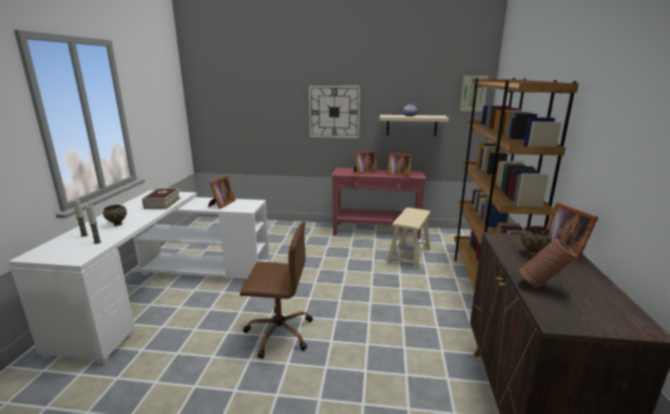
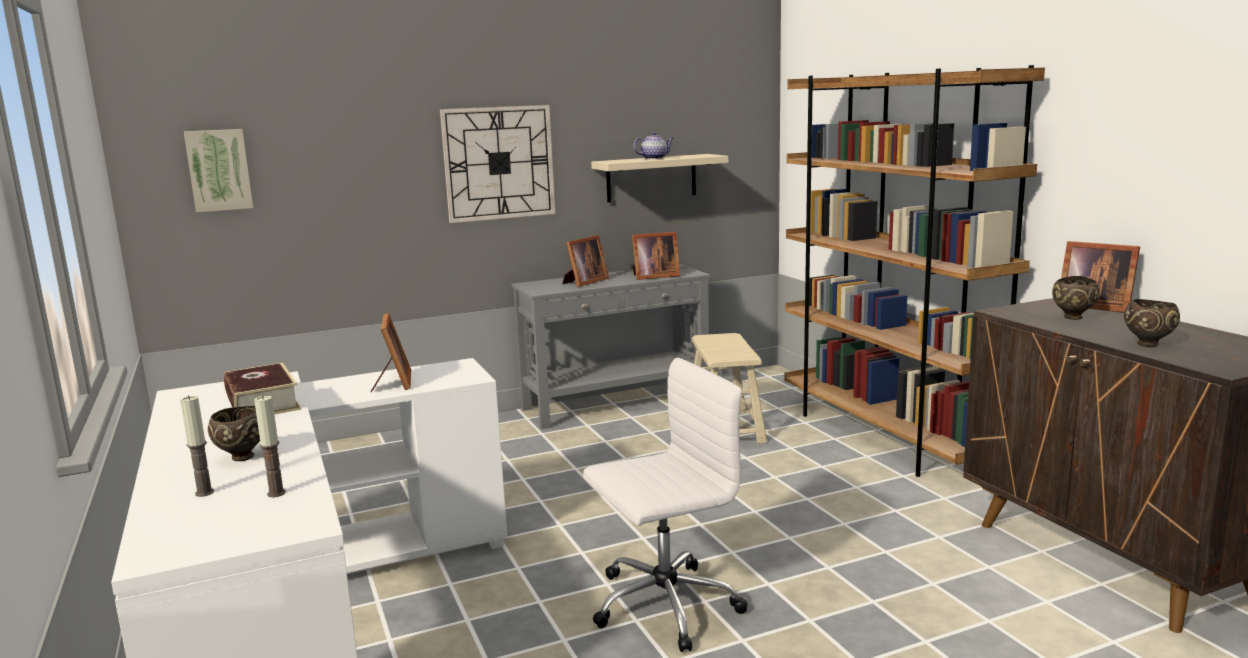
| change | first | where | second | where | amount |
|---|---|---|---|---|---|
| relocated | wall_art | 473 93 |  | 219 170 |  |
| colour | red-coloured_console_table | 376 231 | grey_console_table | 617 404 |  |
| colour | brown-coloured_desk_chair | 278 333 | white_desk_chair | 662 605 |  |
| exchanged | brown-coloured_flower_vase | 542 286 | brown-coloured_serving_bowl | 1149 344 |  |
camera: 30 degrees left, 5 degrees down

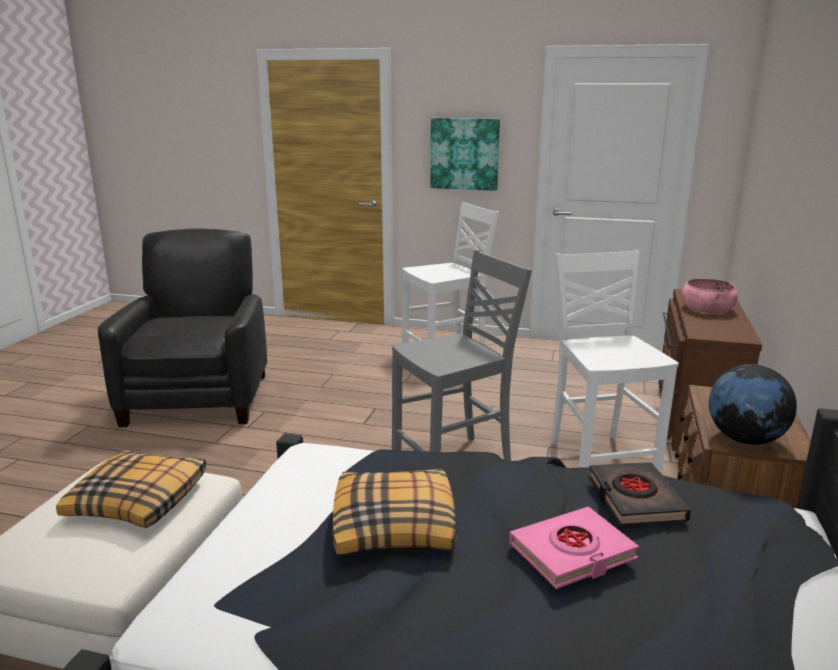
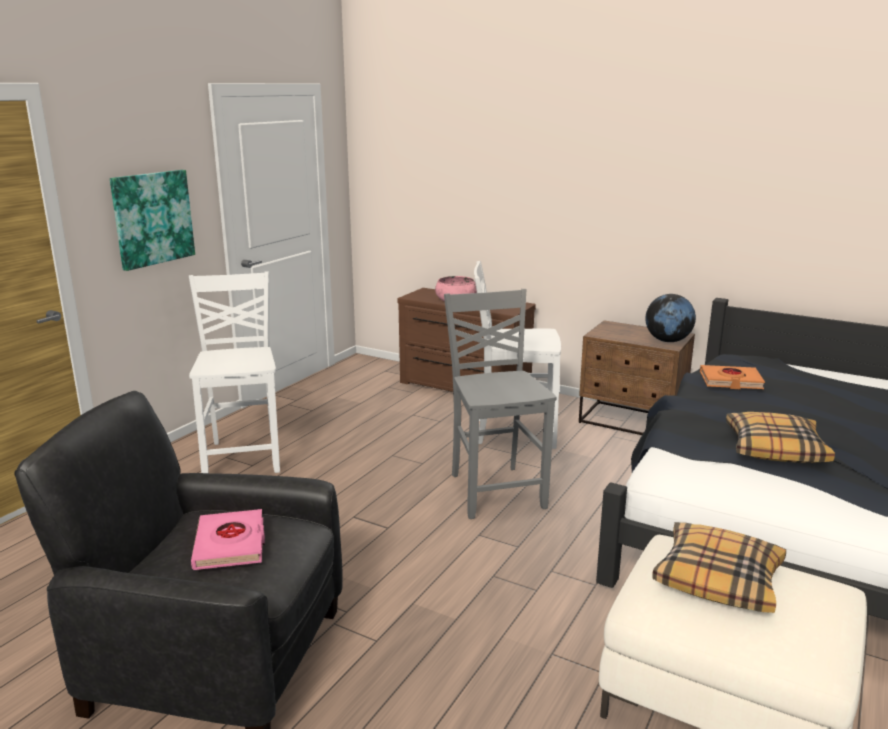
| change | first | where | second | where | amount |
|---|---|---|---|---|---|
| colour | black-coloured_book | 635 499 | orange-coloured_book | 730 381 |  |
| relocated | pink-coloured_book | 572 553 |  | 230 545 |  |
camera: 75 degrees left, 0 degrees up

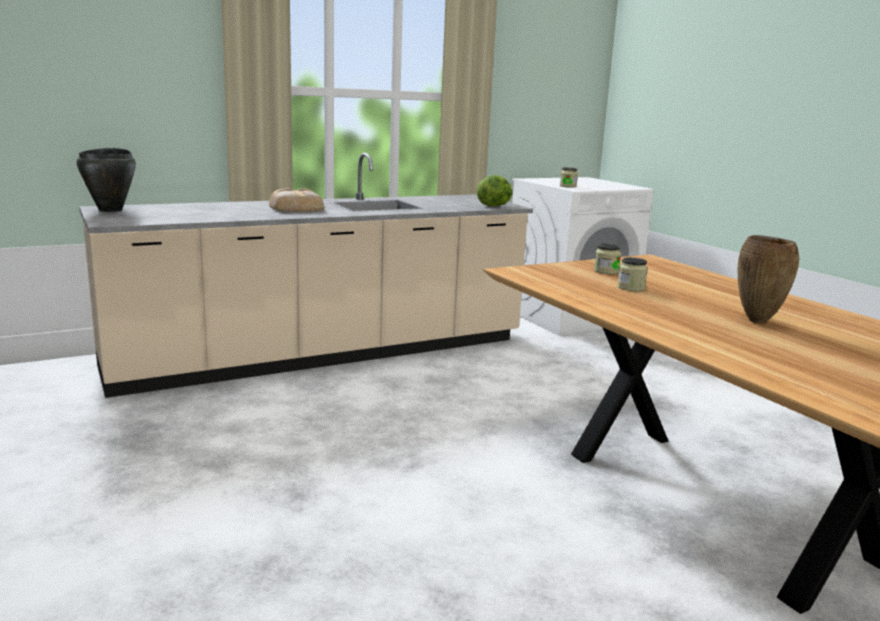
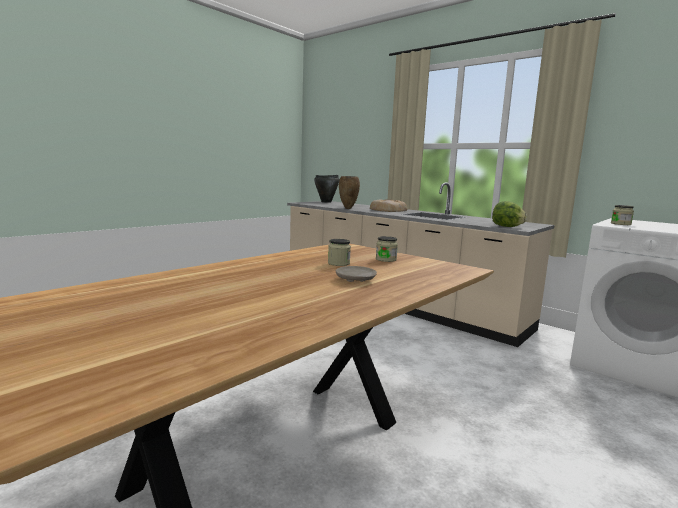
| change | first | where | second | where | amount |
|---|---|---|---|---|---|
| relocated | brown-coloured_flower_vase | 758 321 |  | 348 208 |  |
| appeared |  |  | sand-coloured_flat_dish | 355 280 |  |
camera: 70 degrees right, 5 degrees down

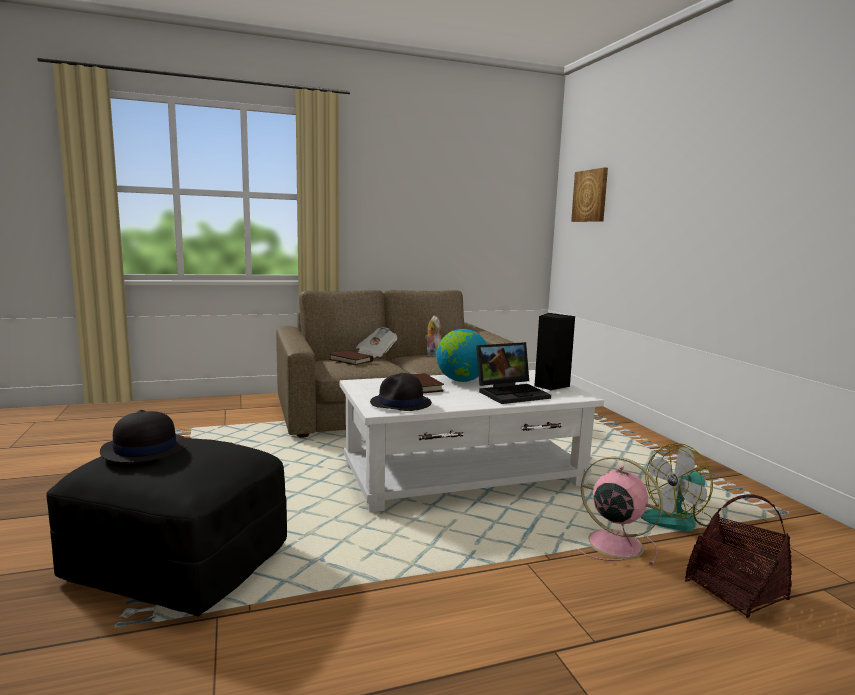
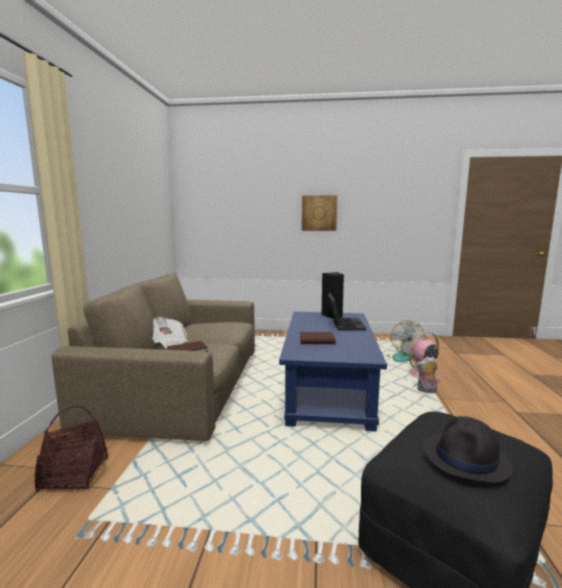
| change | first | where | second | where | amount |
|---|---|---|---|---|---|
| relocated | wall_art | 590 196 |  | 319 213 |  |
| relocated | plush_toy | 432 355 |  | 426 391 |  |
| missing | desk_globe | 461 380 |  |  |  |
| colour | white_low_table | 464 475 | blue-coloured_low_table | 328 388 |  |
| missing | black-coloured_hat | 401 403 |  |  |  |
| relocated | storage_basket | 736 591 |  | 74 474 |  |
camera: 65 degrees left, 0 degrees up

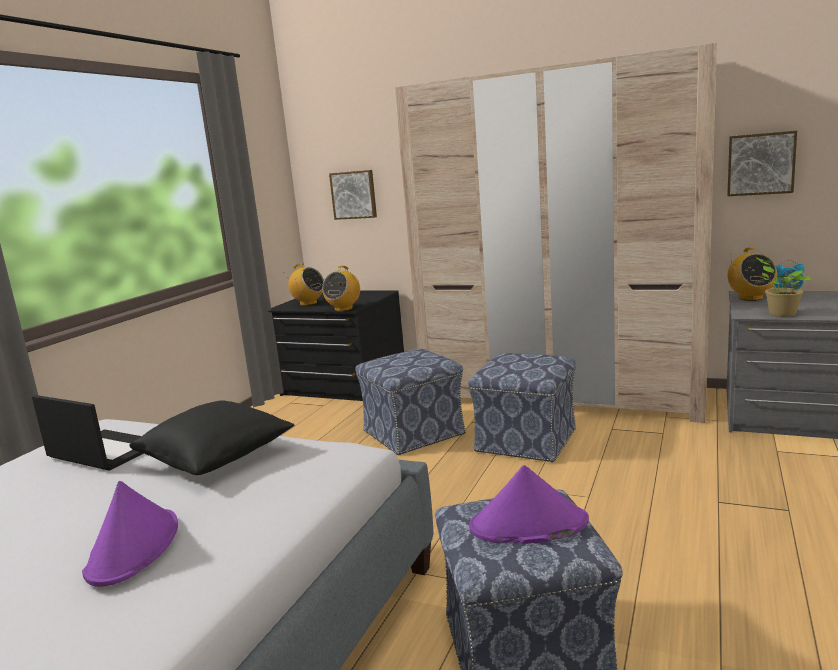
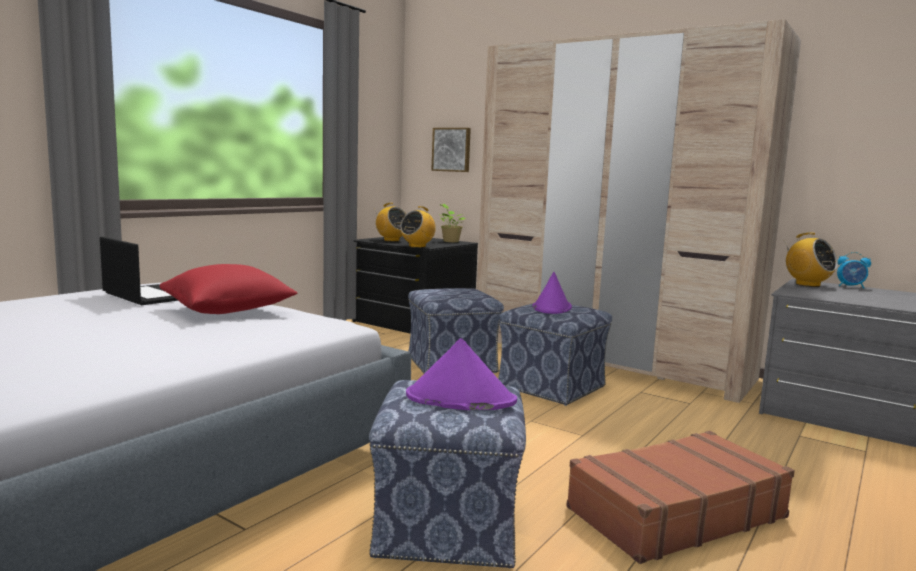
| change | first | where | second | where | amount |
|---|---|---|---|---|---|
| missing | wall_art | 760 164 |  |  |  |
| spun | radio | 750 298 |  | 807 285 | 45 degrees counterclockwise |
| relocated | plant_in_a_pot | 780 314 |  | 450 241 |  |
| colour | black-coloured_throw_pillow | 217 458 | red-coloured_throw_pillow | 228 311 |  |
| relocated | purple-coloured_hat | 134 547 |  | 551 308 |  |
| appeared |  |  | brown-coloured_travel_case | 674 512 |  |
camera: 10 degrees right, 5 degrees down

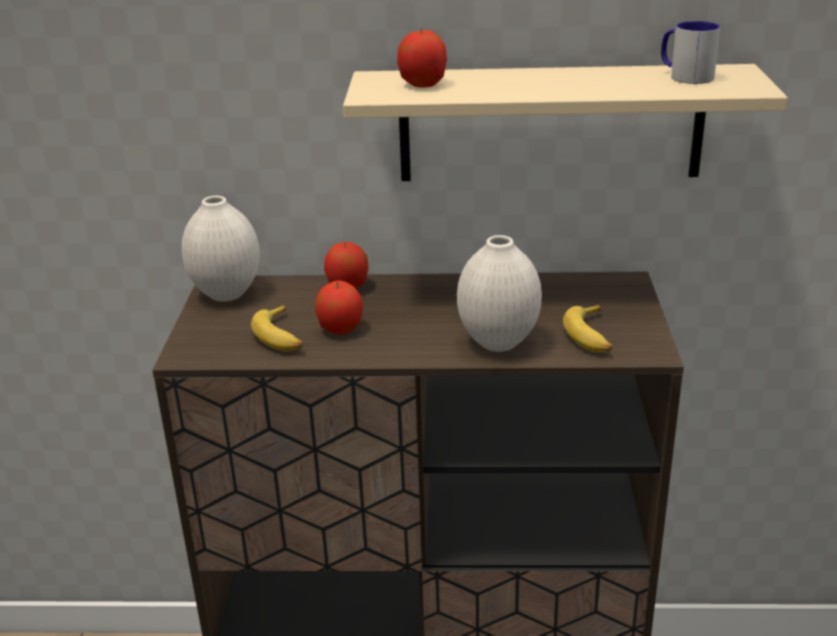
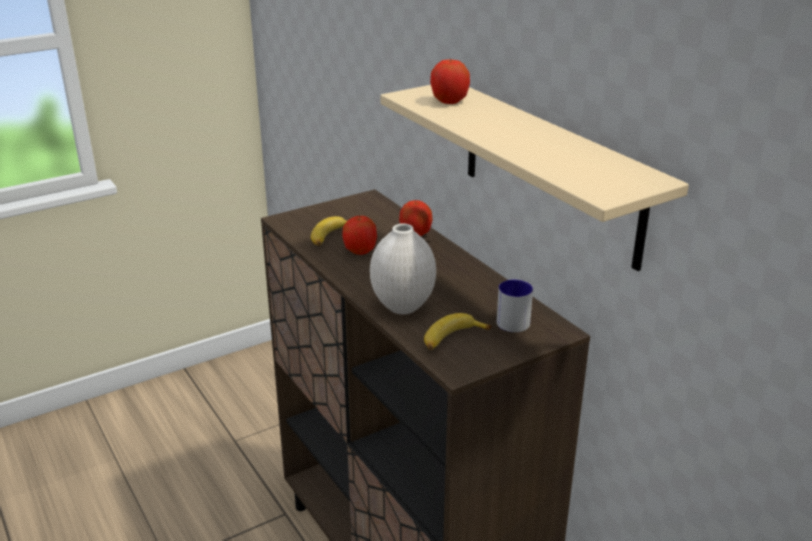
| change | first | where | second | where | amount |
|---|---|---|---|---|---|
| relocated | coffee_mug | 685 76 |  | 514 319 |  |
| missing | white_flower_vase | 227 294 |  |  |  |
camera: 55 degrees right, 0 degrees up

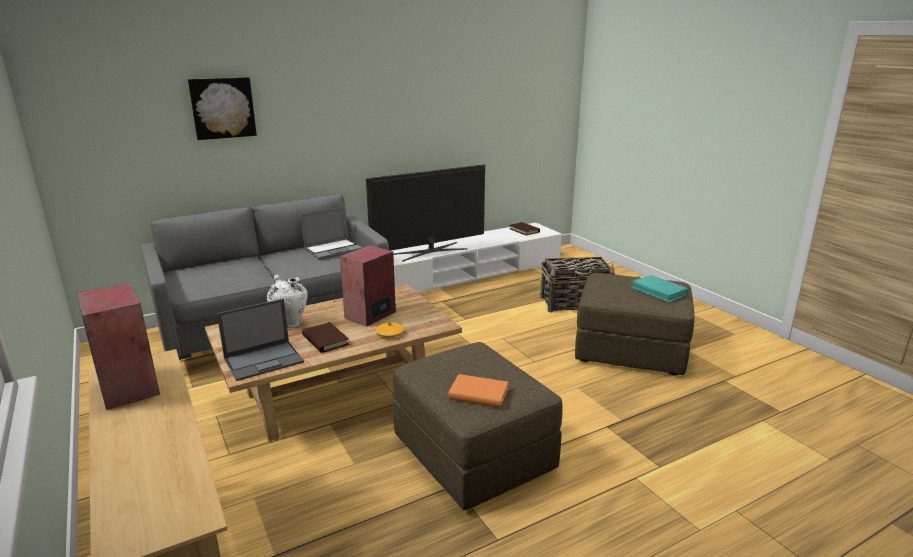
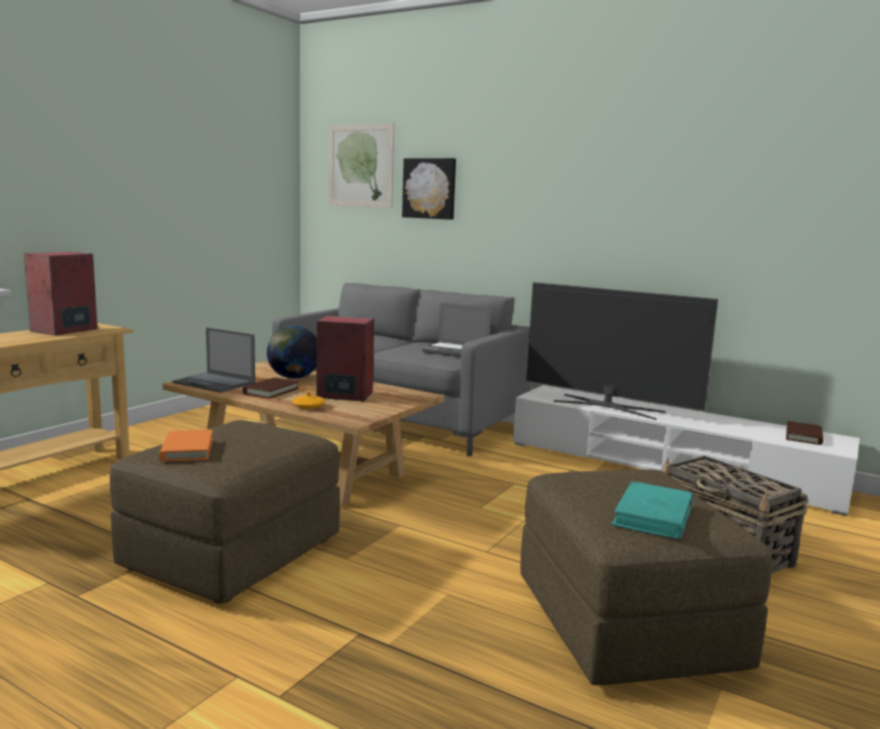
| change | first | where | second | where | amount |
|---|---|---|---|---|---|
| exchanged | white_flower_vase | 290 324 | desk_globe | 293 378 |  |
| appeared |  |  | wall_art | 360 166 |  |
camera: 60 degrees right, 10 degrees down

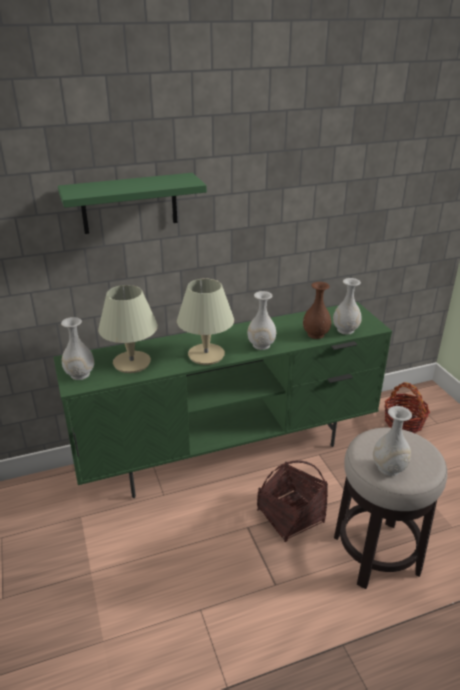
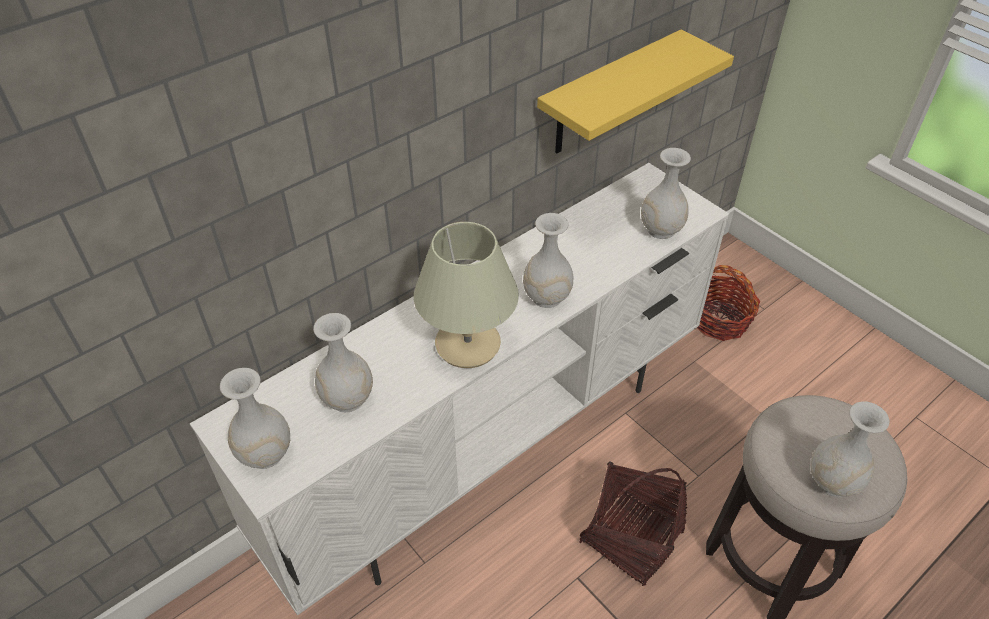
| change | first | where | second | where | amount |
|---|---|---|---|---|---|
| missing | greenish_bracket_shelf | 129 203 |  |  |  |
| missing | brown-coloured_flower_vase | 316 334 |  |  |  |
| exchanged | sand-coloured_lamp_for_a_table | 132 363 | white_flower_vase | 347 398 |  |
| colour | greenish_tv_stand | 230 452 | white_tv_stand | 493 448 |  |
| appeared |  |  | yellow_bracket_shelf | 609 94 |  |
camera: 20 degrees left, 15 degrees up

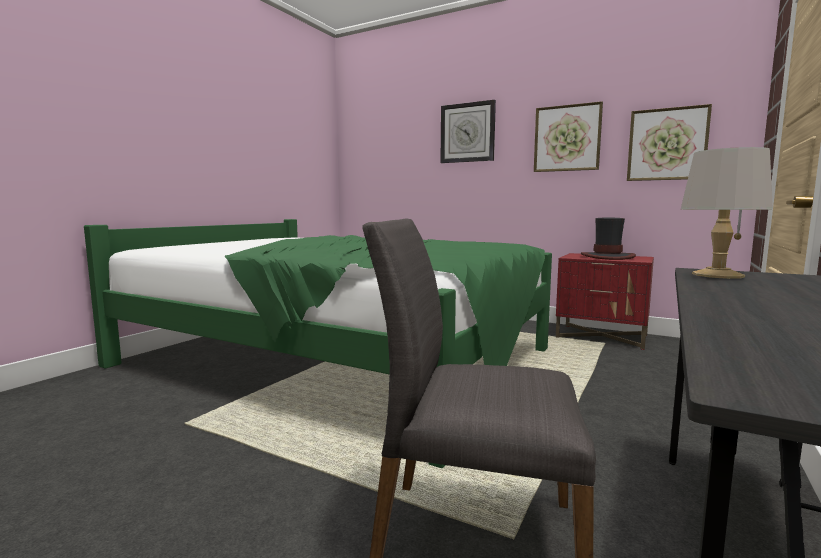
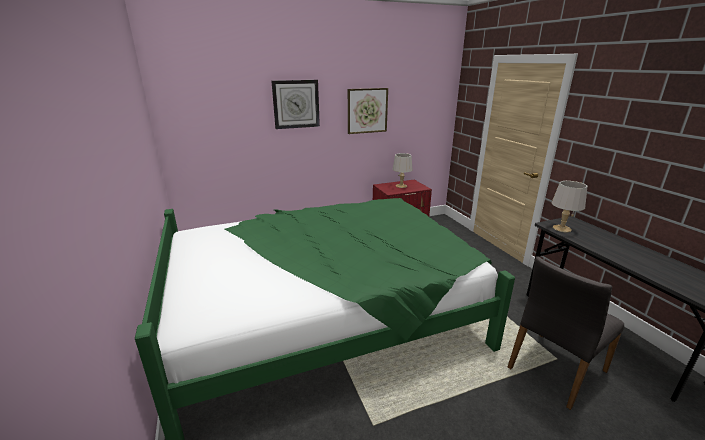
| change | first | where | second | where | amount |
|---|---|---|---|---|---|
| missing | wall_art | 667 144 |  |  |  |
| exchanged | hat | 607 257 | grey_lamp_for_a_table | 401 186 |  |
camera: 50 degrees left, 15 degrees up

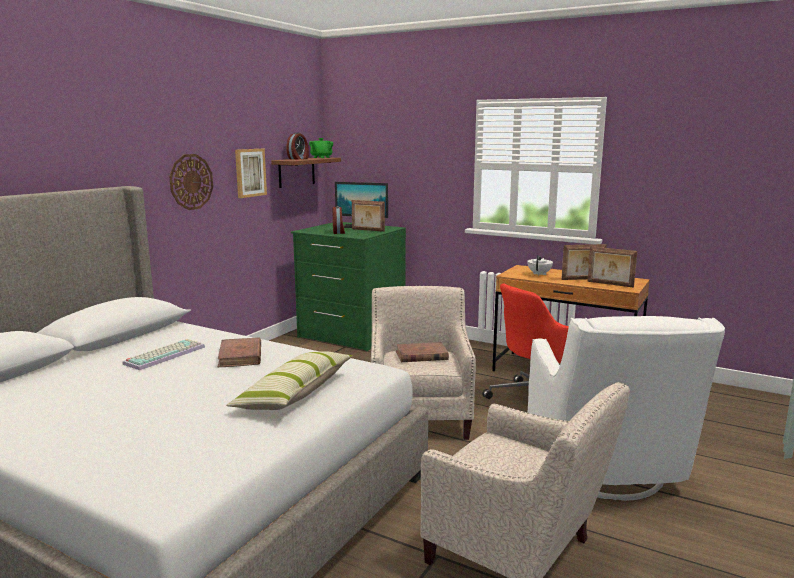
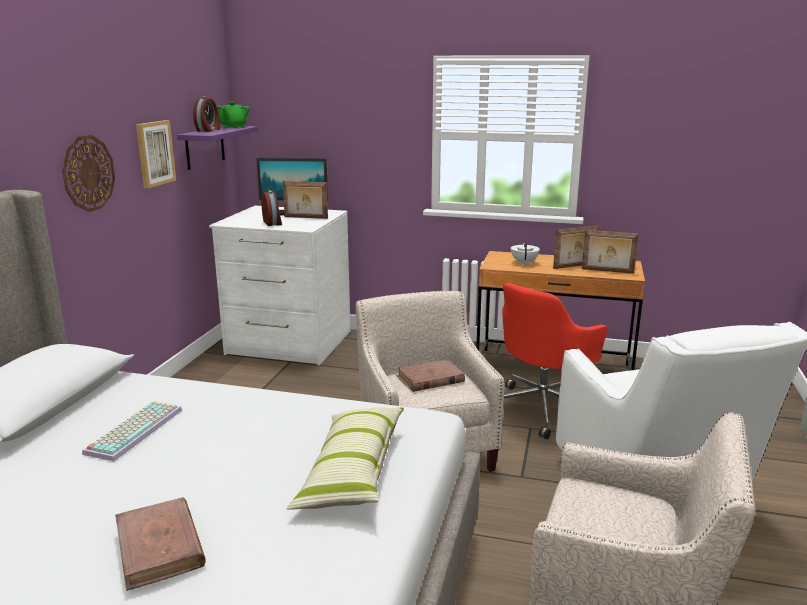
| change | first | where | second | where | amount |
|---|---|---|---|---|---|
| colour | brown-coloured_bracket_shelf | 296 172 | purple-coloured_bracket_shelf | 205 147 |  |
| colour | greenish_chest_of_drawers | 351 334 | white_chest_of_drawers | 288 343 |  |
| relocated | brown-coloured_book | 240 356 |  | 159 547 |  |
camera: 15 degrees left, 5 degrees up

